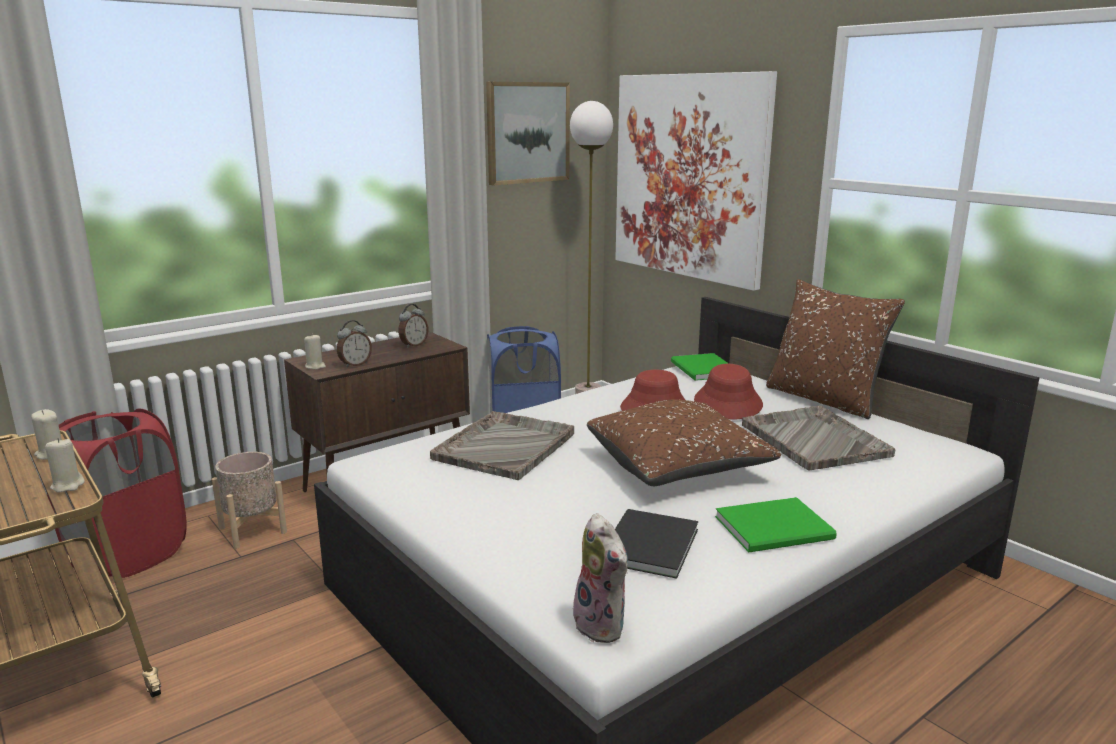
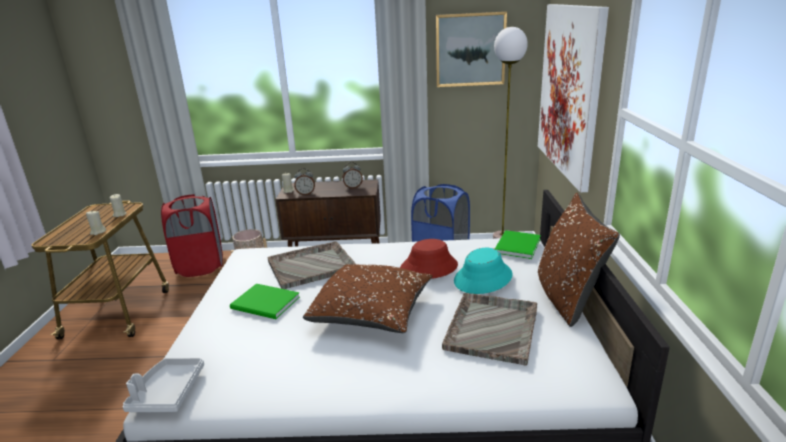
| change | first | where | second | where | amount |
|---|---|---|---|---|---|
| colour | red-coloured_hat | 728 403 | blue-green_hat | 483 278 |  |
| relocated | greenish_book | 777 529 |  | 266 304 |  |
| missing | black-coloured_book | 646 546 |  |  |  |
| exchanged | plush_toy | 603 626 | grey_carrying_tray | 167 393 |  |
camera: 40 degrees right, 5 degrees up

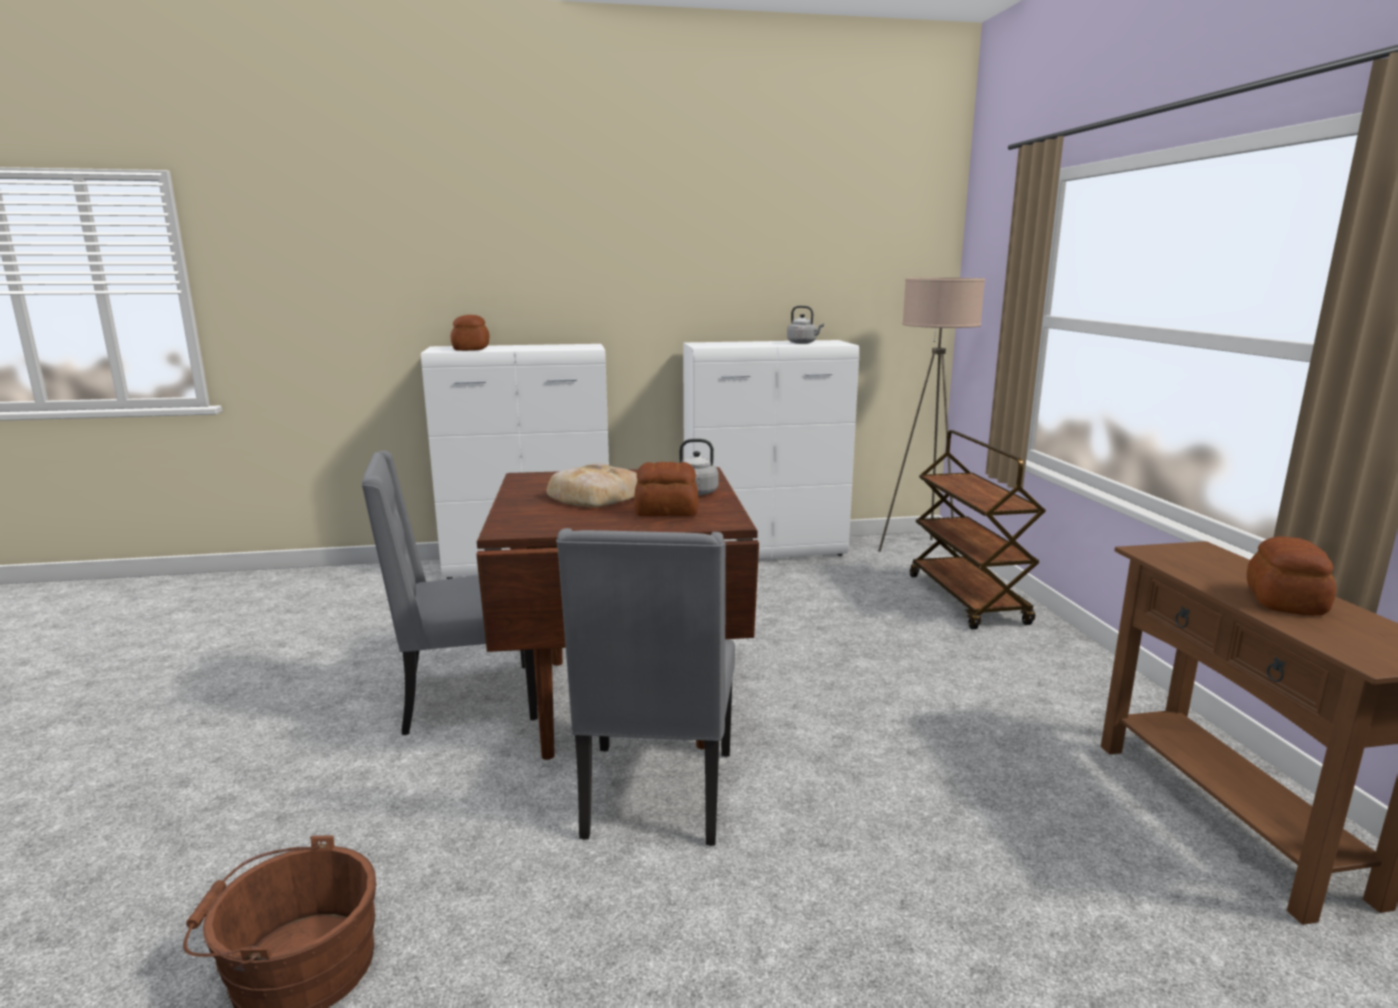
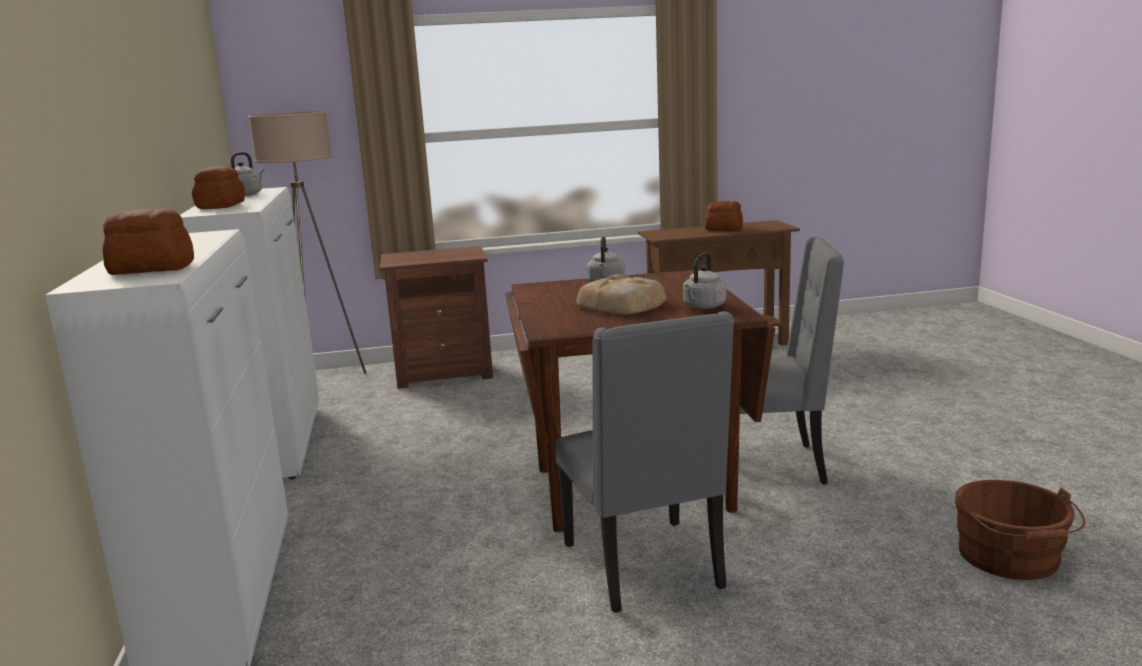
| change | first | where | second | where | amount |
|---|---|---|---|---|---|
| exchanged | brown-coloured_trolley | 968 600 | brown-coloured_bedside_table | 445 373 |  |
| relocated | bakery_bread | 667 511 |  | 222 206 |  |
| appeared |  |  | grey_tea_kettle | 703 307 |  |
camera: 90 degrees left, 0 degrees up

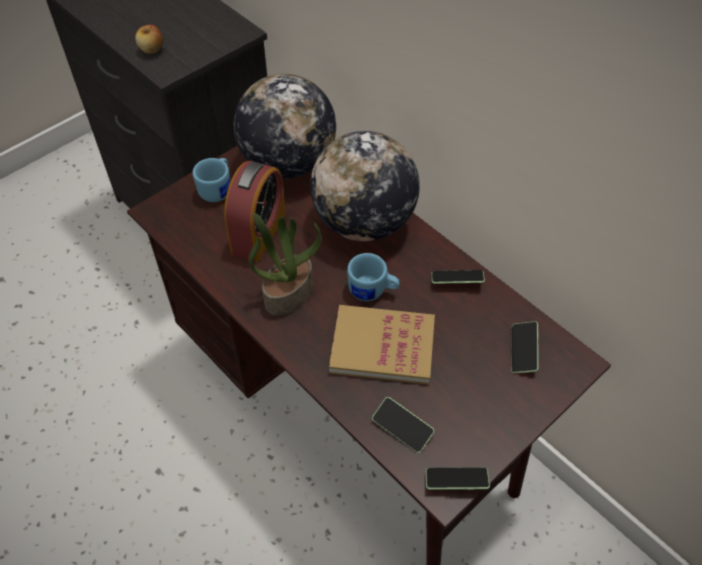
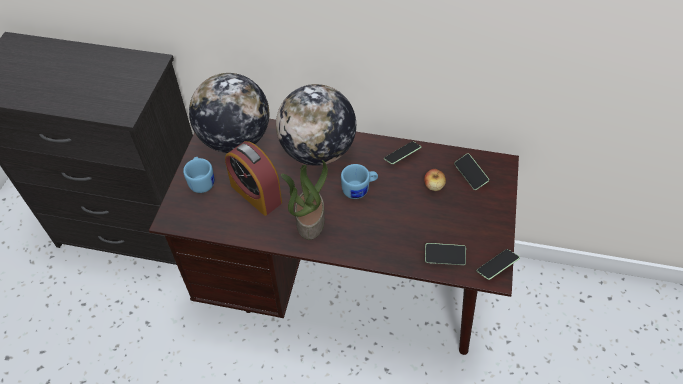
| change | first | where | second | where | amount |
|---|---|---|---|---|---|
| relocated | apple | 152 50 |  | 433 186 |  |
| spun | bedside_clock | 259 233 |  | 256 194 | 150 degrees clockwise |
| missing | book | 382 346 |  |  |  |
camera: 35 degrees left, 0 degrees up

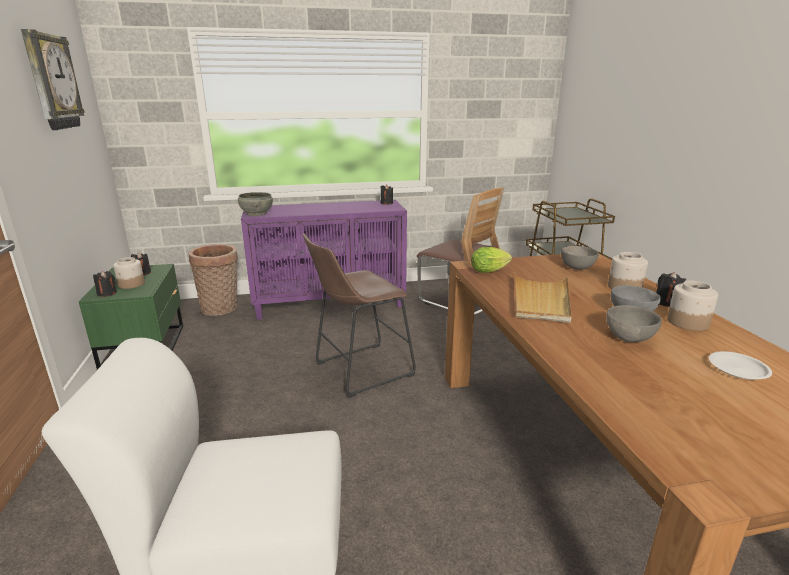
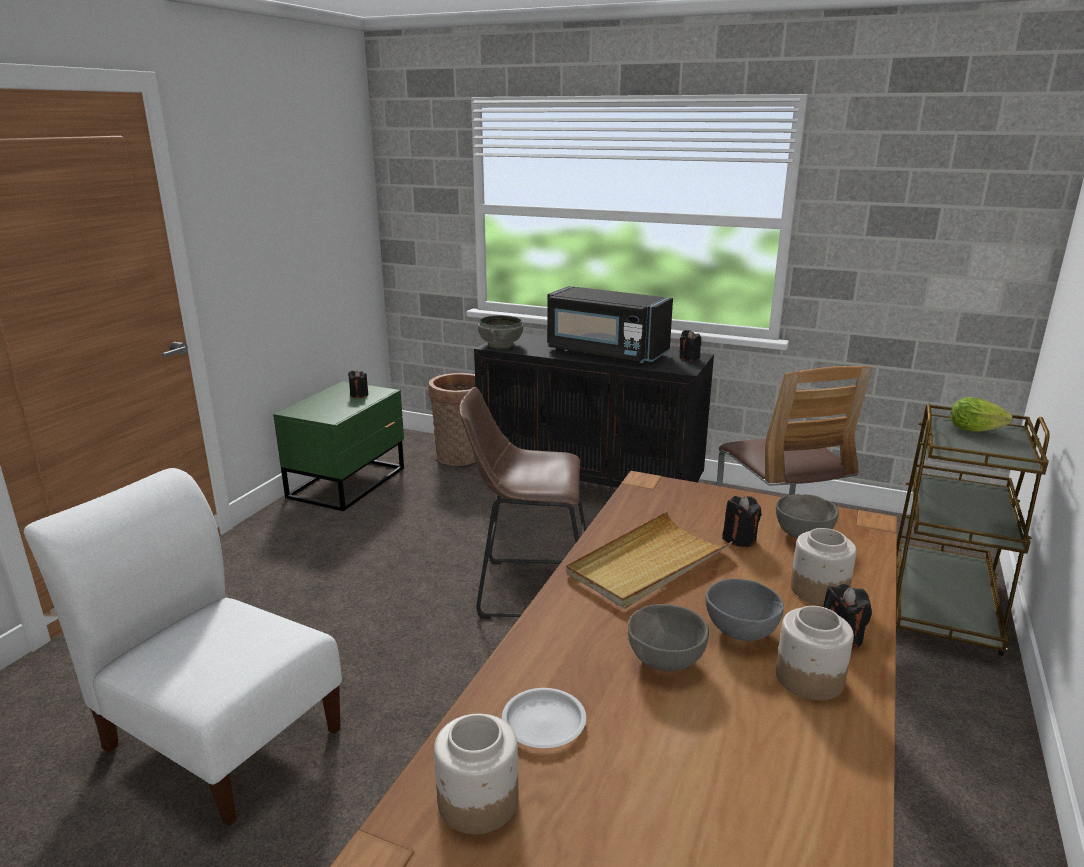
| change | first | where | second | where | amount |
|---|---|---|---|---|---|
| missing | clock_on_the_wall | 51 82 |  |  |  |
| colour | purple-coloured_storage_cabinet | 330 303 | black-coloured_storage_cabinet | 590 488 |  |
| relocated | lettuce | 491 271 |  | 978 431 |  |
| relocated | jar | 131 284 |  | 477 802 |  |
| relocated | black-coloured_wax_light | 107 293 |  | 739 539 |  |
| relocated | white_flat_dish | 737 368 |  | 544 722 |  |
| appeared |  |  | black-coloured_kitchen_microwave | 605 353 |  |
camera: 35 degrees right, 0 degrees up

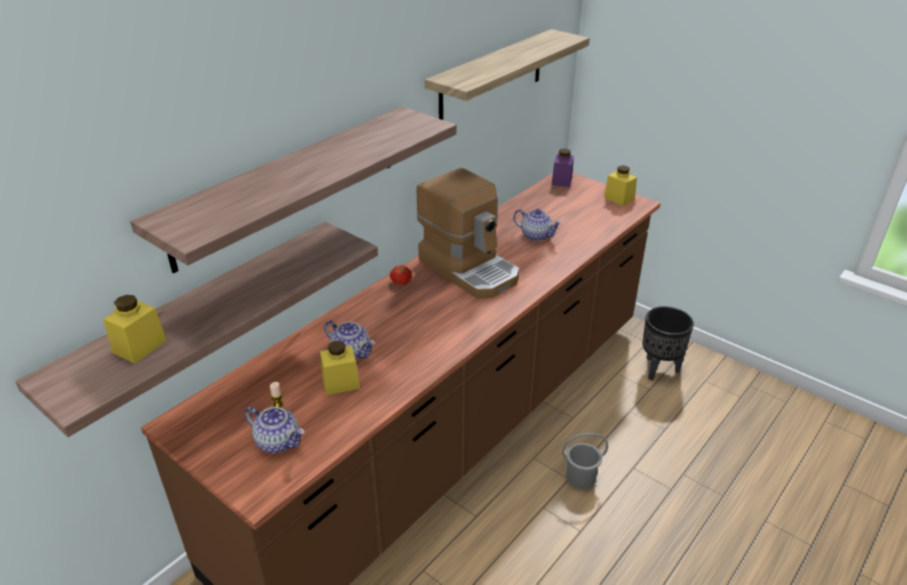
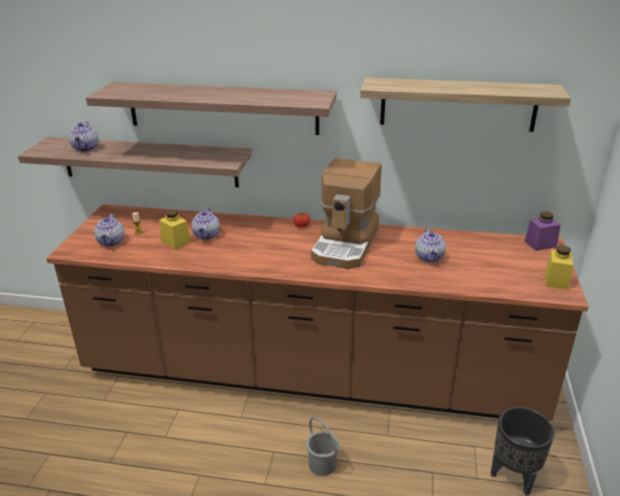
| change | first | where | second | where | amount |
|---|---|---|---|---|---|
| exchanged | yellow_jar | 139 346 | pot_for_tea | 86 148 |  |
camera: 60 degrees right, 5 degrees down

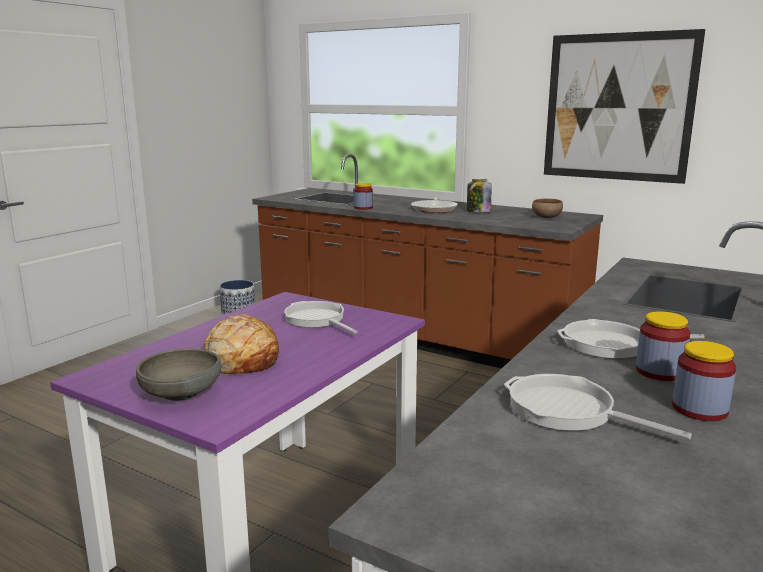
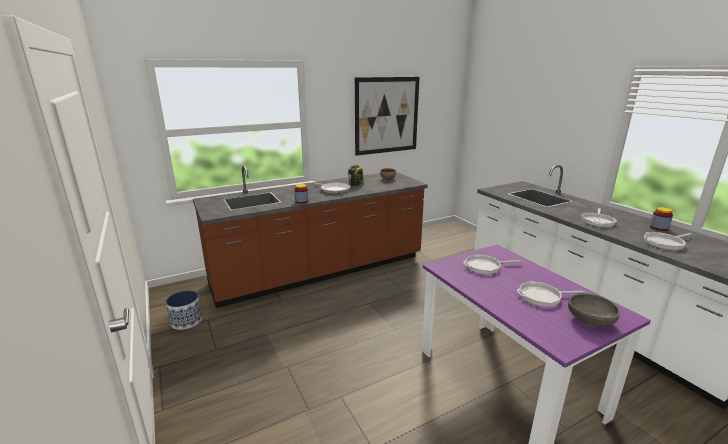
| change | first | where | second | where | amount |
|---|---|---|---|---|---|
| missing | jar | 659 372 |  |  |  |
| exchanged | bakery_bread | 241 359 | frying_pan | 542 296 |  |
camera: 60 degrees left, 5 degrees up

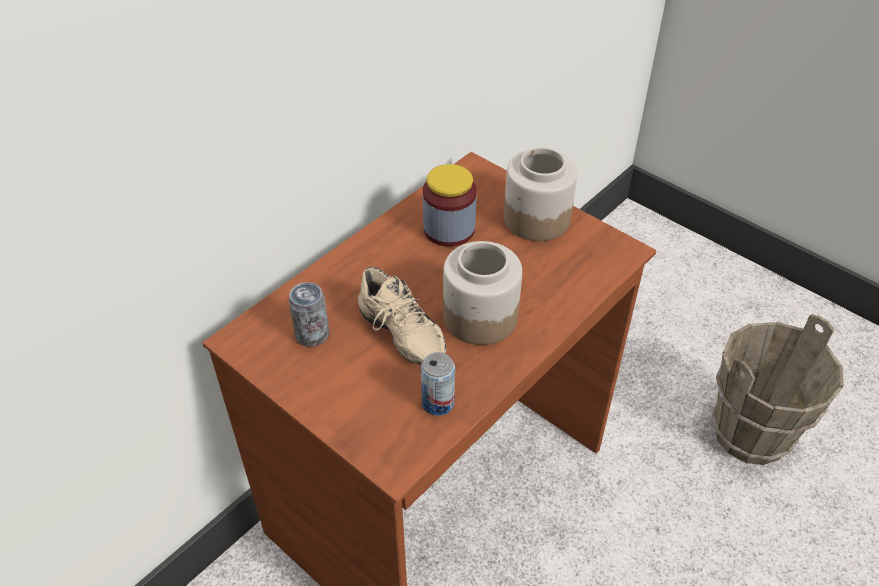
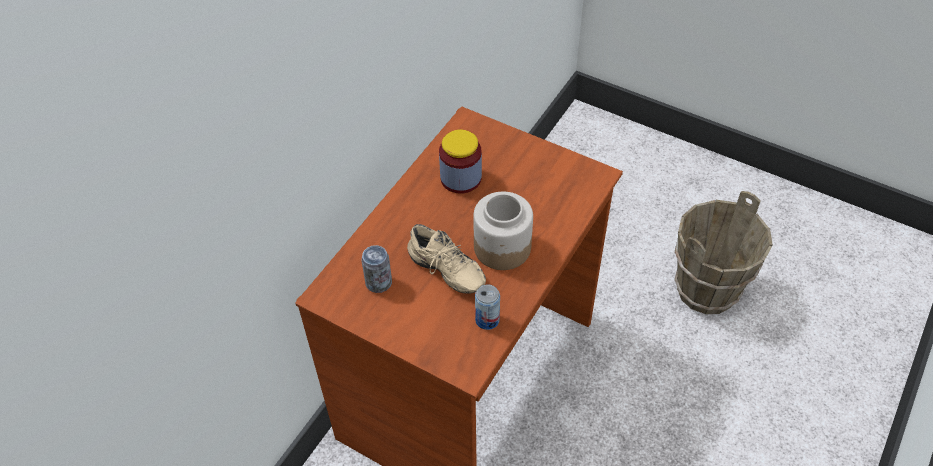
| change | first | where | second | where | amount |
|---|---|---|---|---|---|
| missing | jar | 536 218 |  |  |  |
camera: 10 degrees left, 5 degrees up

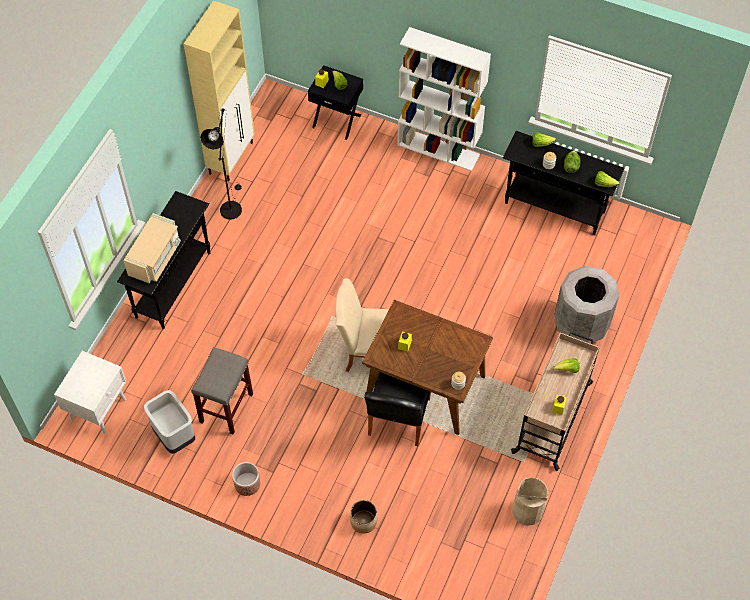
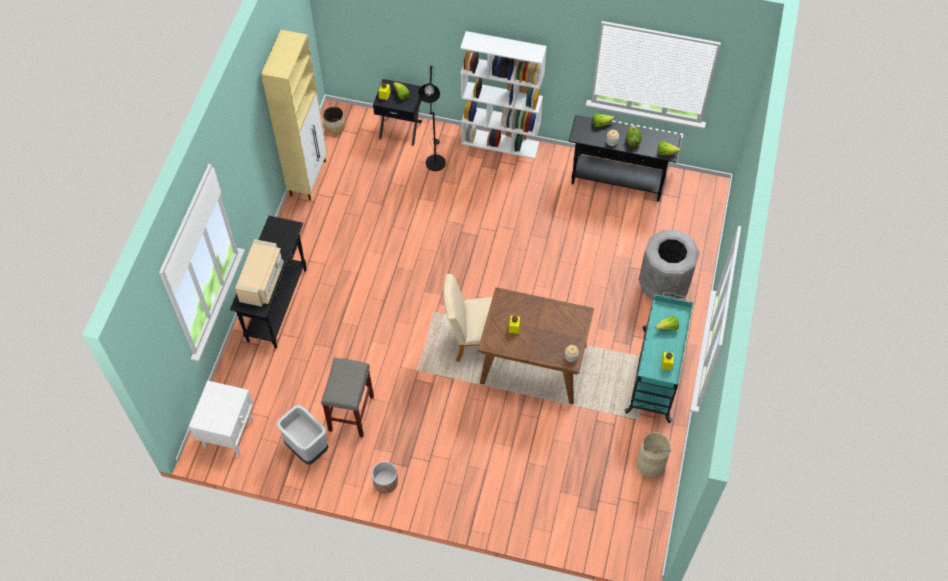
| change | first | where | second | where | amount |
|---|---|---|---|---|---|
| relocated | black-coloured_standard_lamp | 231 206 |  | 434 159 |  |
| colour | sand-coloured_trolley | 553 417 | blue-green_trolley | 656 373 |  |
| missing | black-coloured_plain_chair | 397 421 |  |  |  |
| relocated | plant_pot | 363 521 |  | 334 126 |  |
camera: 10 degrees left, 0 degrees up

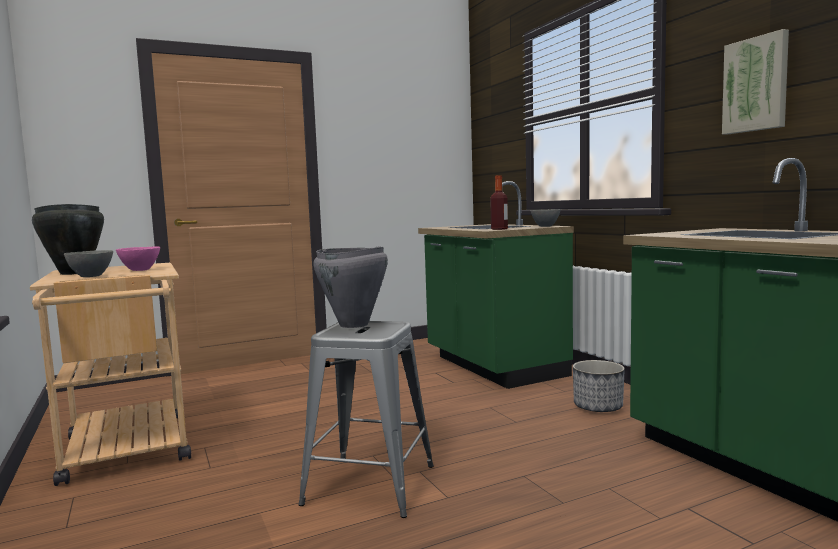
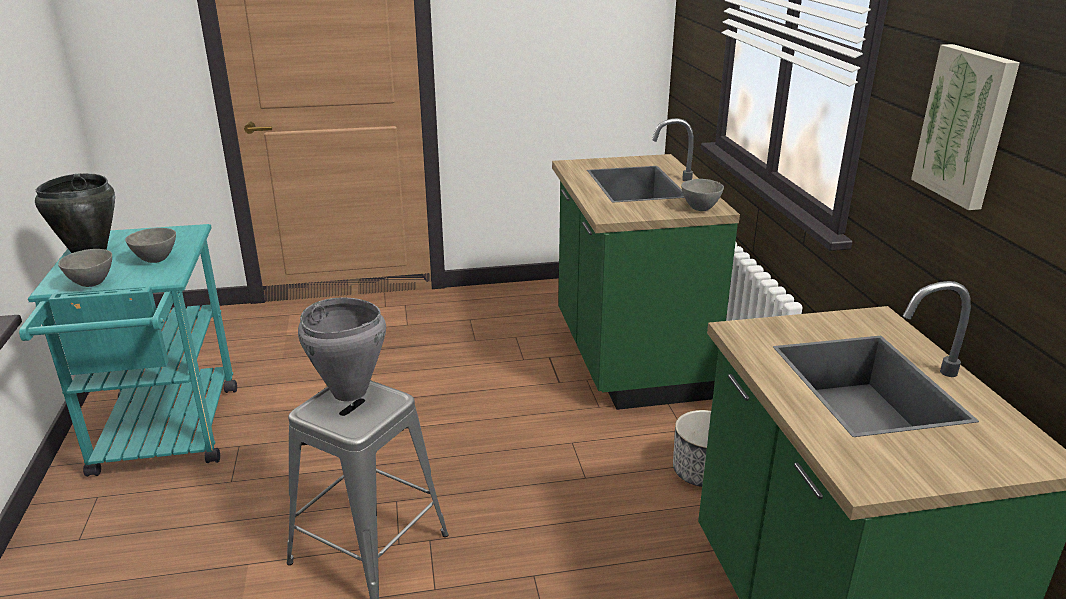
| change | first | where | second | where | amount |
|---|---|---|---|---|---|
| missing | beverage_bottle | 499 229 |  |  |  |
| colour | pink-coloured_serving_bowl | 140 270 | grey_serving_bowl | 156 260 |  |
| colour | sand-coloured_trolley | 127 453 | blue-green_trolley | 165 439 |  |
camera: 15 degrees right, 20 degrees up

